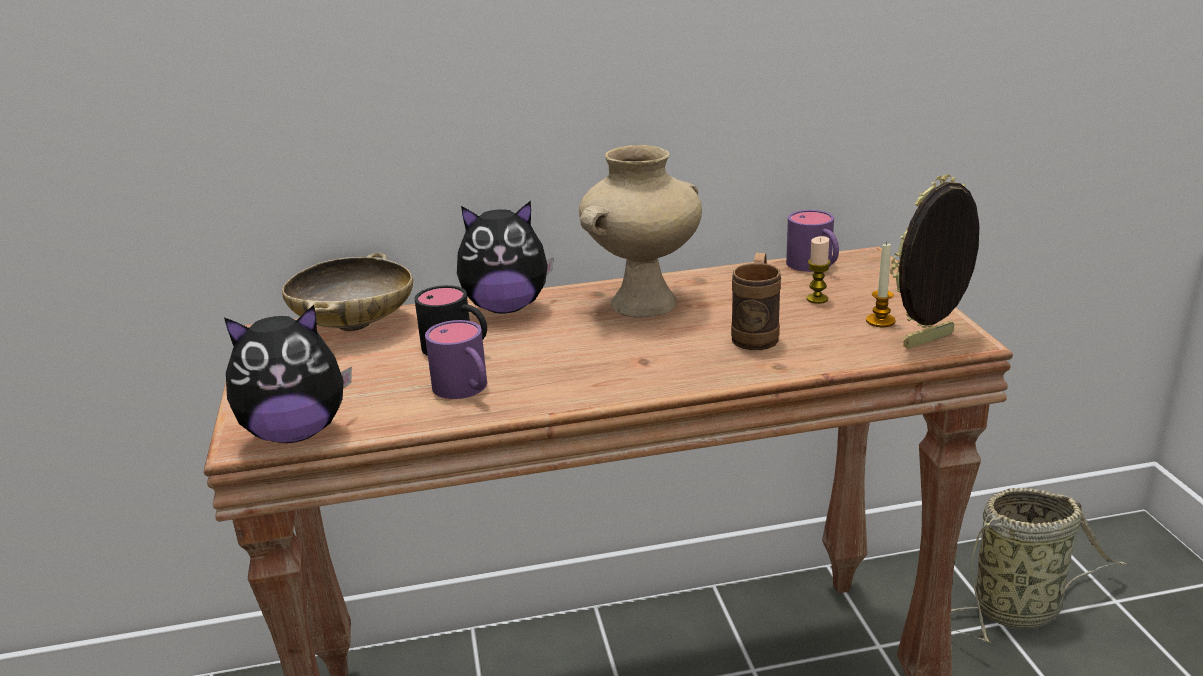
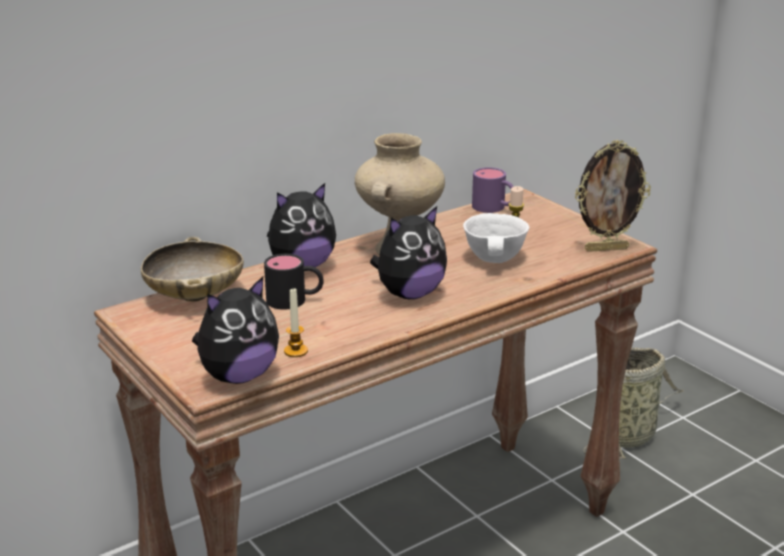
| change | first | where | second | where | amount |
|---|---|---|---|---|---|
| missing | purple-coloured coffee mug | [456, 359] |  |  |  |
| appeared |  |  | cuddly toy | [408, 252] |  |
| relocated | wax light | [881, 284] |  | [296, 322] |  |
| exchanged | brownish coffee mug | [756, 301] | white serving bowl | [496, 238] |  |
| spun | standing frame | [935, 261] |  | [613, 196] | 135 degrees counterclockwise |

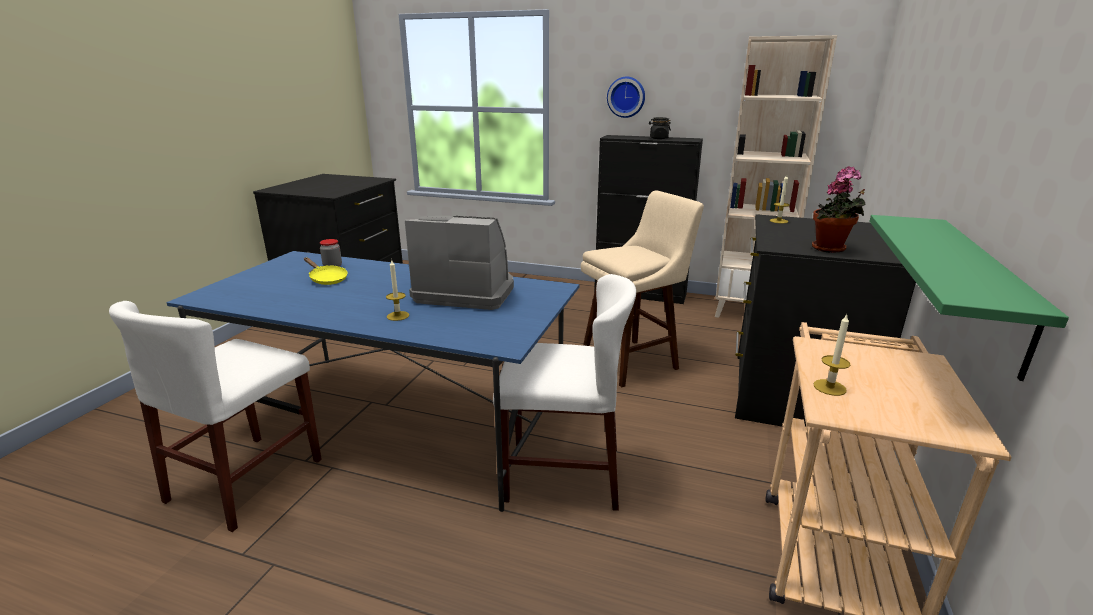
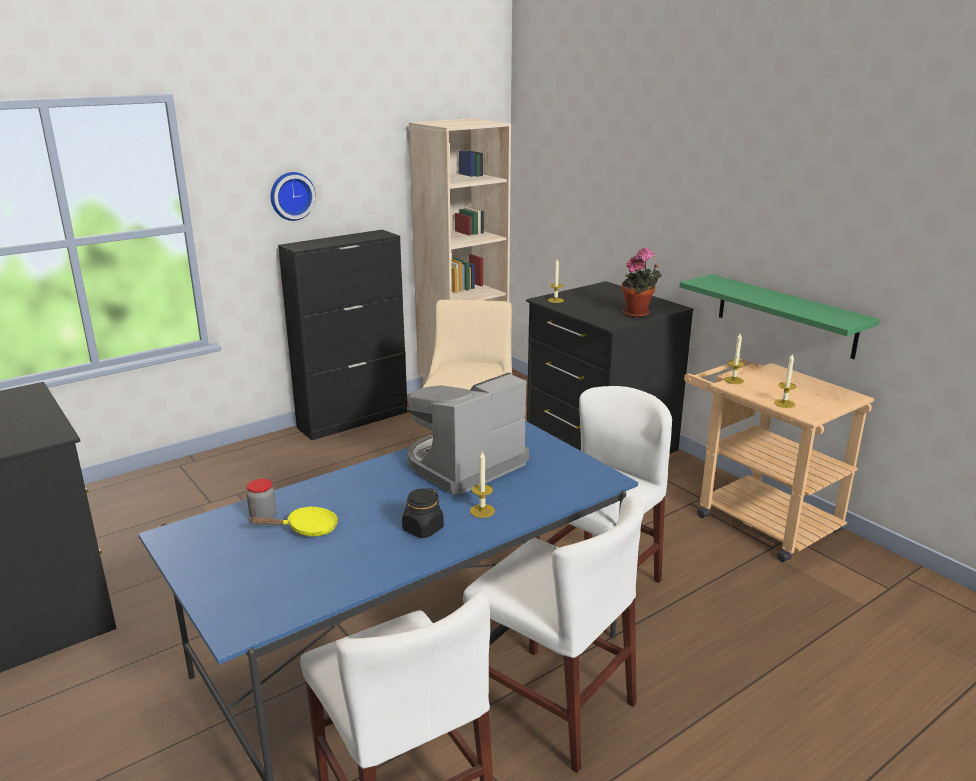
| change | first | where | second | where | amount |
|---|---|---|---|---|---|
| appeared |  |  | white chair | [553, 634] |  |
| appeared |  |  | wax light | [734, 358] |  |
| relocated | black preserve jar | [660, 128] |  | [423, 513] |  |

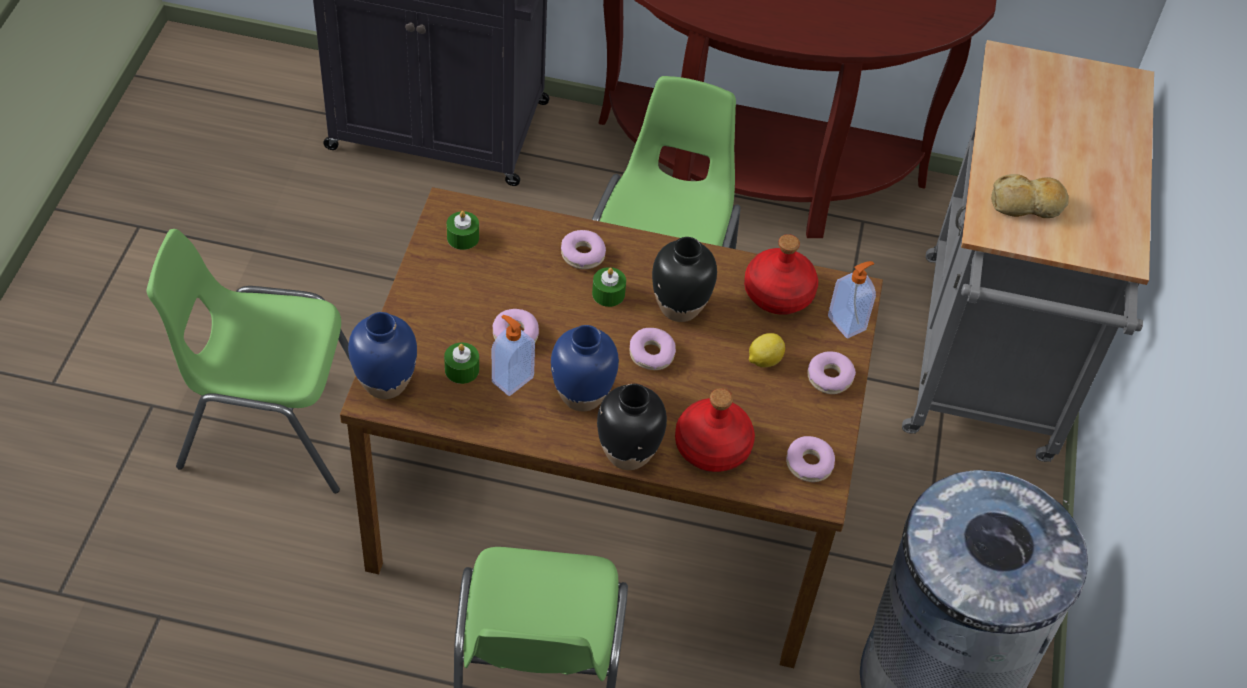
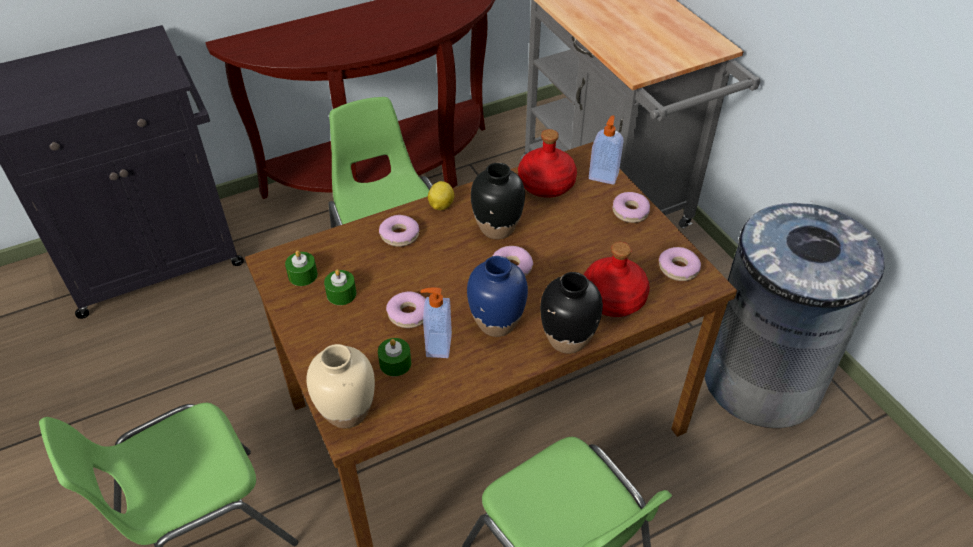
| change | first | where | second | where | amount |
|---|---|---|---|---|---|
| missing | bread | [1030, 196] |  |  |  |
| relocated | green-coloured wax light | [609, 287] |  | [340, 287] |  |
| relocated | lemon | [767, 350] |  | [441, 195] |  |
| colour | blue vase | [382, 355] | beige-coloured vase | [341, 386] |  |

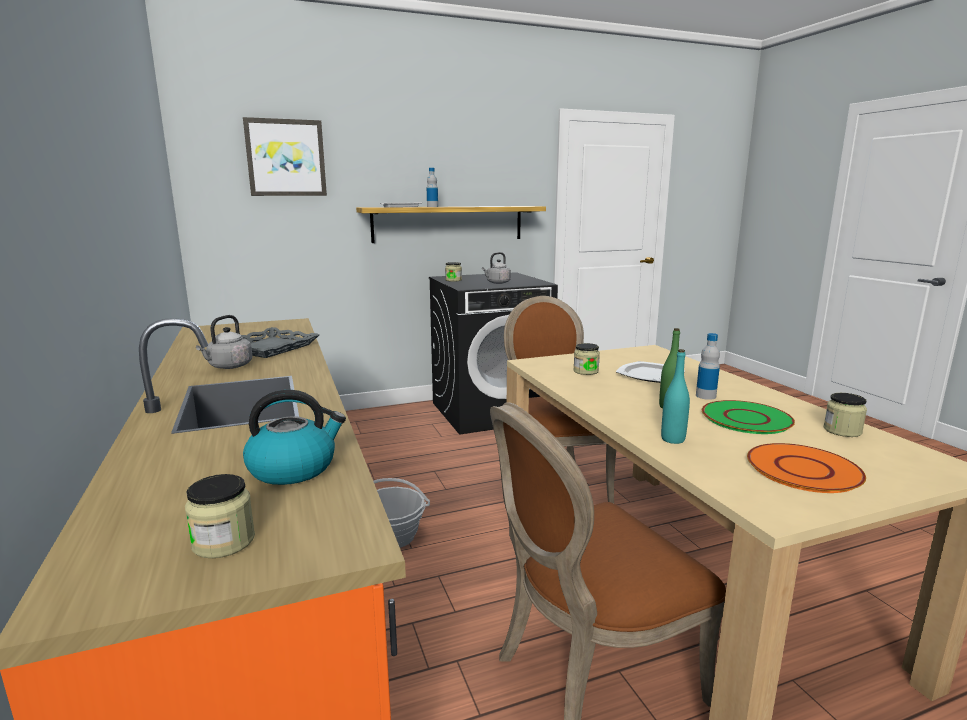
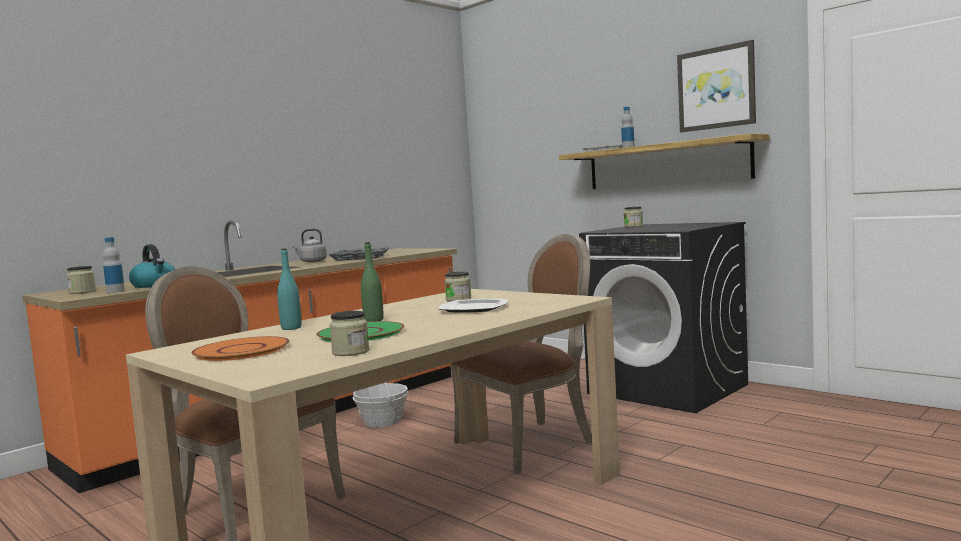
| change | first | where | second | where | amount |
|---|---|---|---|---|---|
| missing | greyish water kettle | [496, 268] |  |  |  |
| relocated | wall art | [285, 156] |  | [716, 86] |  |
| relocated | bottle | [708, 366] |  | [114, 265] |  |

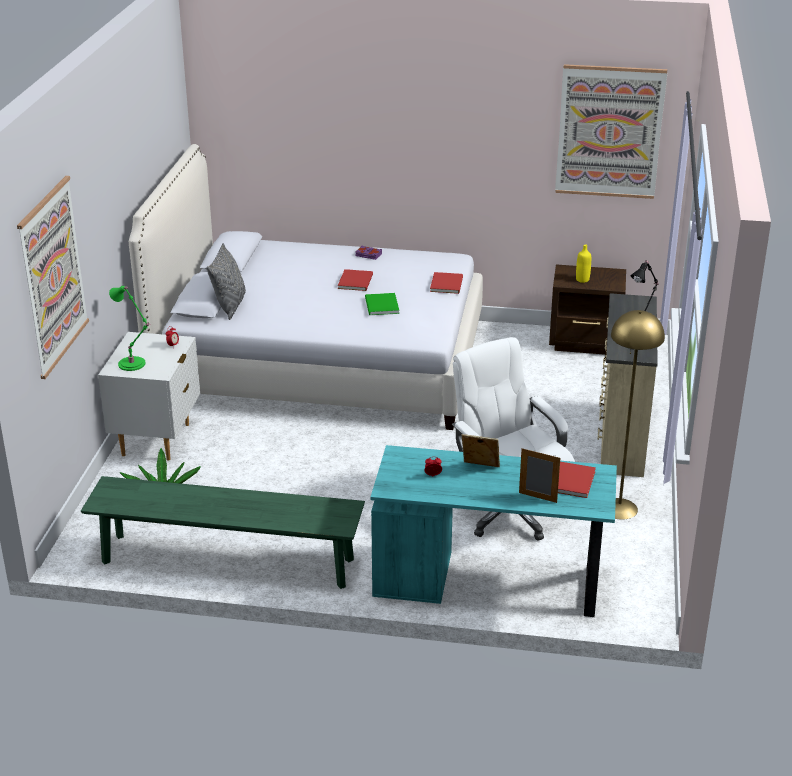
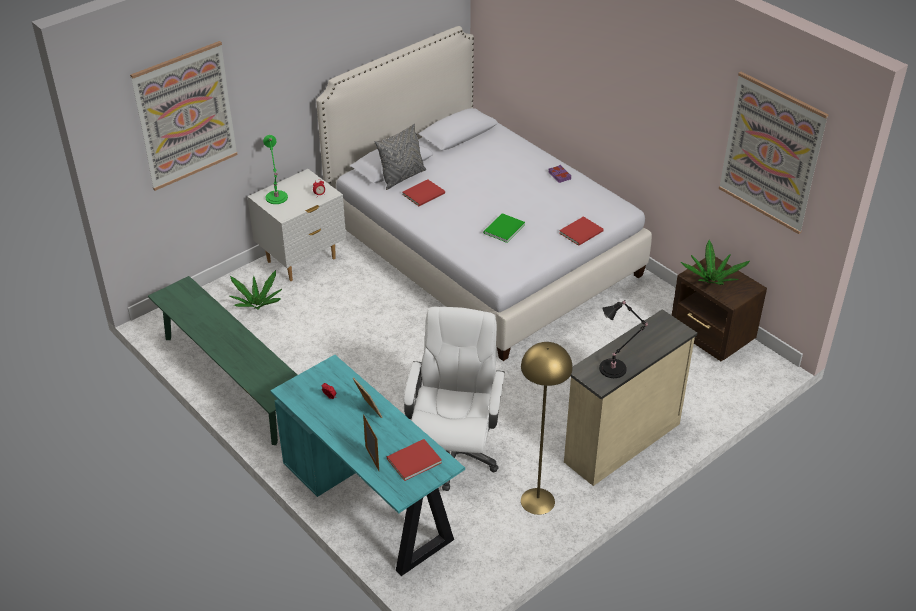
| change | first | where | second | where | amount |
|---|---|---|---|---|---|
| relocated | red volume | [355, 280] |  | [423, 192] |  |
| exchanged | yellow-coloured bottle | [583, 264] | plant in a pot | [715, 262] |  |

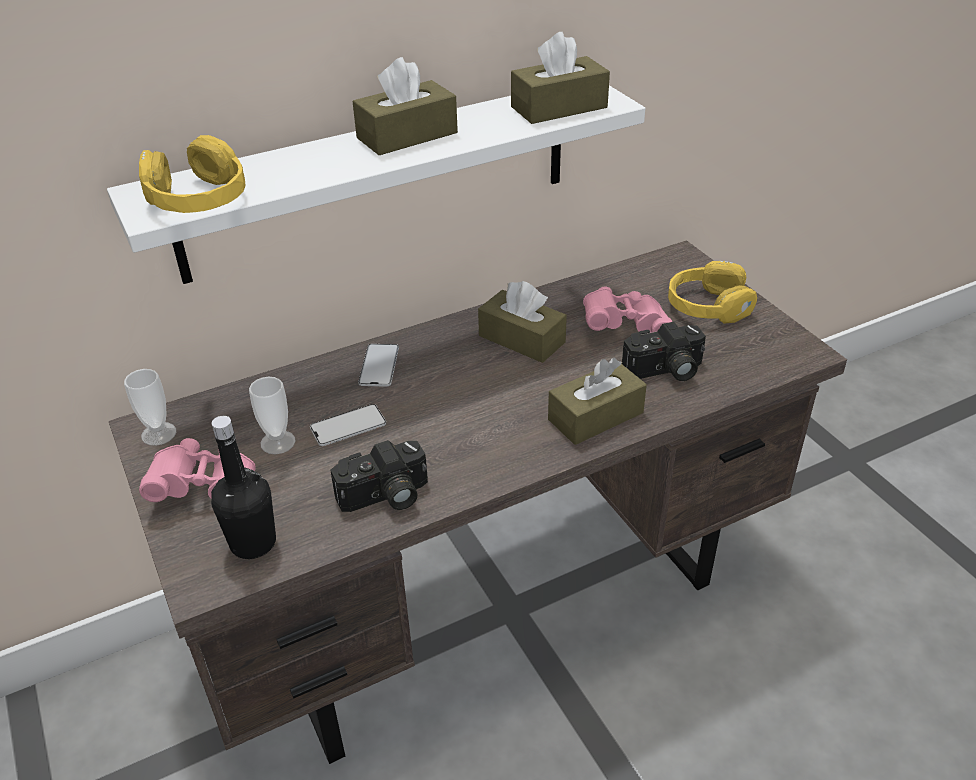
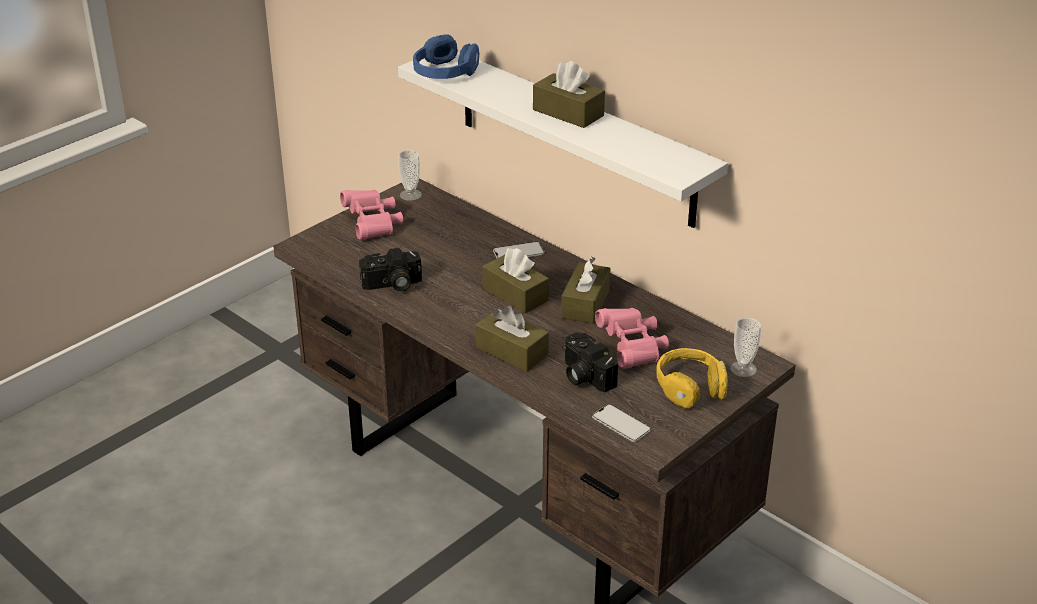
| change | first | where | second | where | amount |
|---|---|---|---|---|---|
| missing | black bottle | [243, 487] |  |  |  |
| relocated | small cup | [272, 415] |  | [745, 347] |  |
| relocated | phone | [348, 425] |  | [621, 423] |  |
| relocated | brownish tissue holder | [560, 78] |  | [515, 280] |  |
| colour | yellow-coloured pair of headphones | [192, 174] | blue pair of headphones | [446, 56] |  |
| spun | still camera | [379, 476] |  | [390, 270] | 60 degrees counterclockwise |

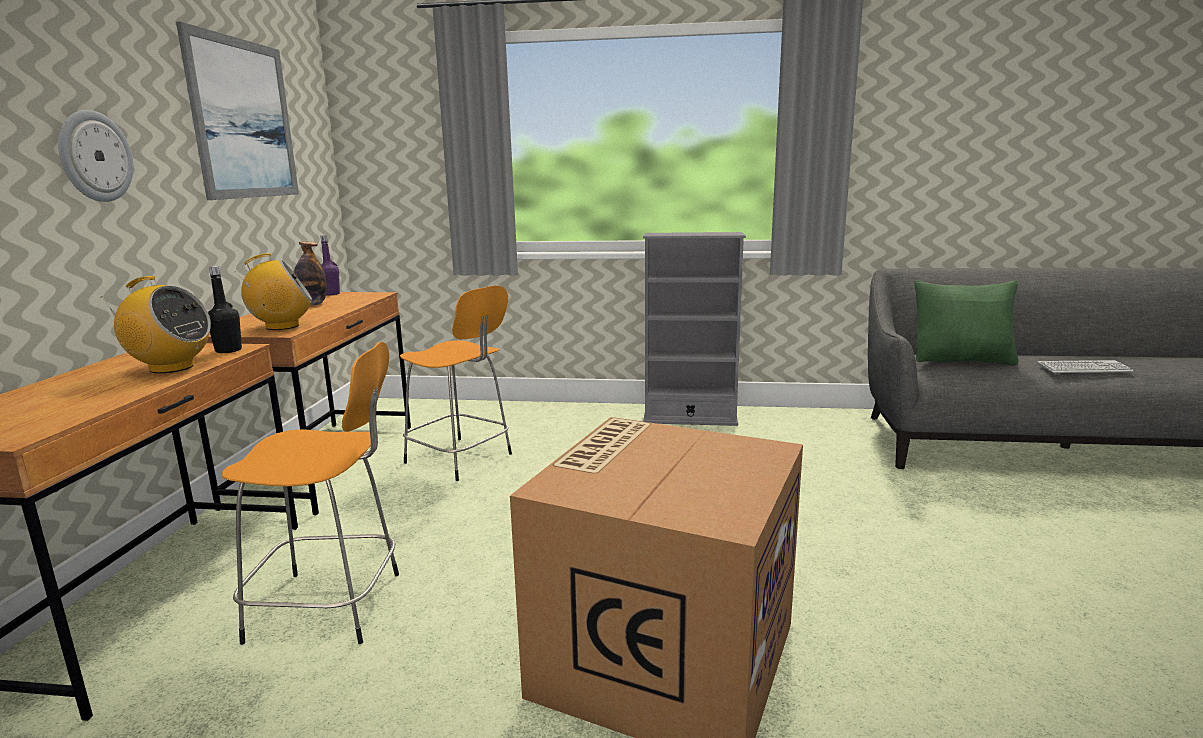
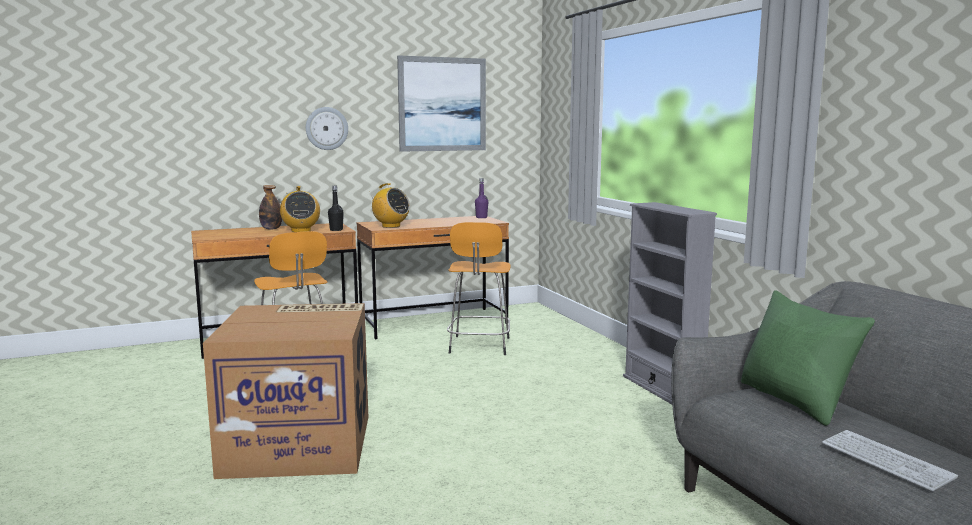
| change | first | where | second | where | amount |
|---|---|---|---|---|---|
| relocated | bottle | [310, 273] |  | [270, 207] |  |

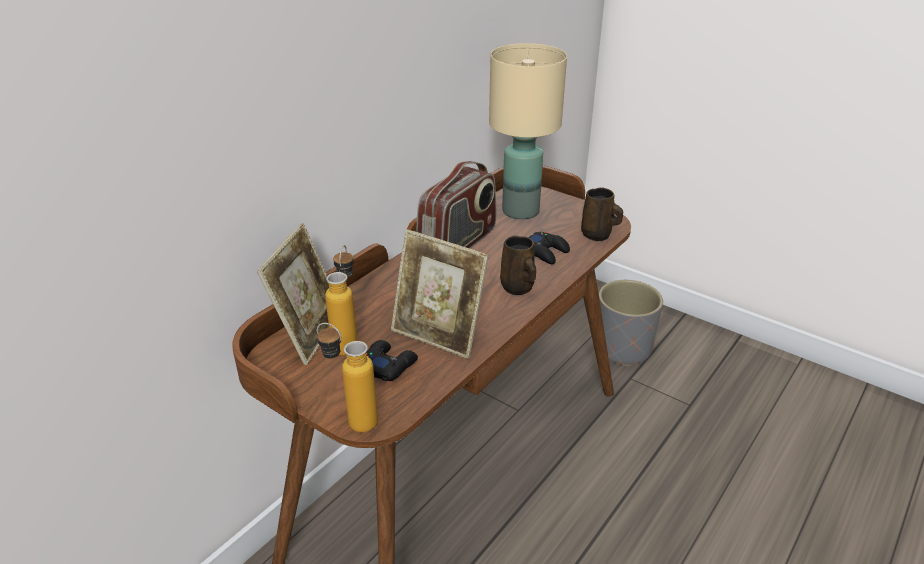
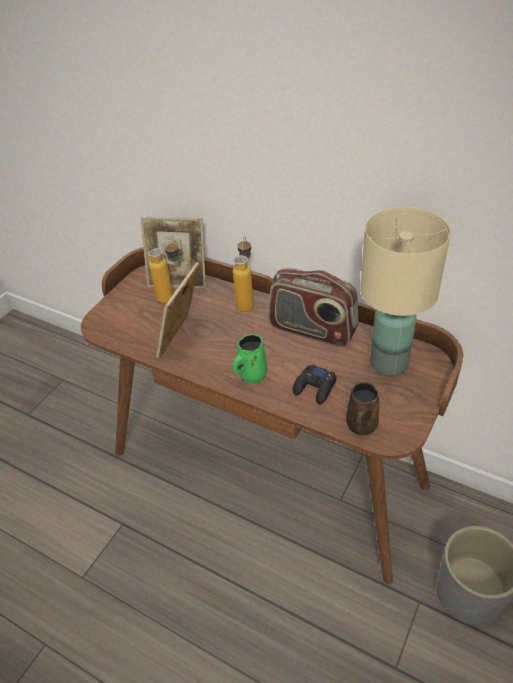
| change | first | where | second | where | amount |
|---|---|---|---|---|---|
| missing | black game controller | [392, 361] |  |  |  |
| relocated | bottle | [347, 378] |  | [243, 274] |  |
| colour | brownish coffee mug | [518, 265] | green-coloured coffee mug | [249, 358] |  |

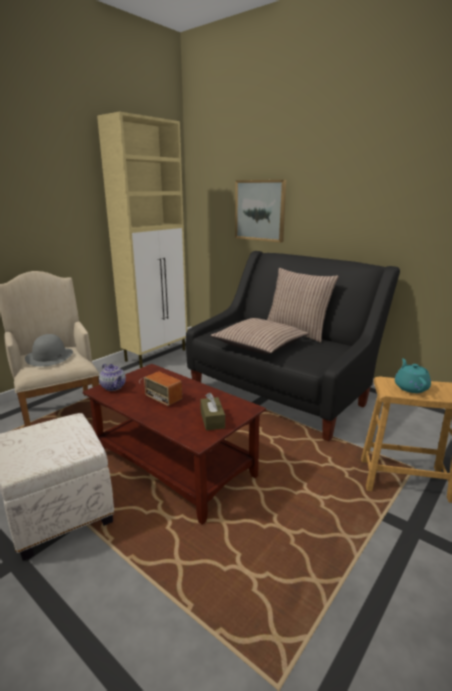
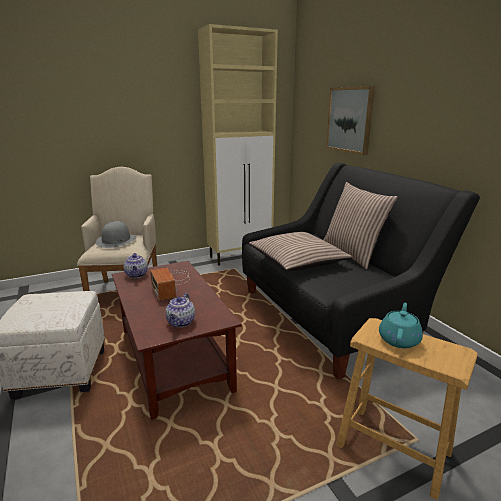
| change | first | where | second | where | amount |
|---|---|---|---|---|---|
| exchanged | brownish tissue holder | [212, 412] | tea pot | [180, 310] |  |

